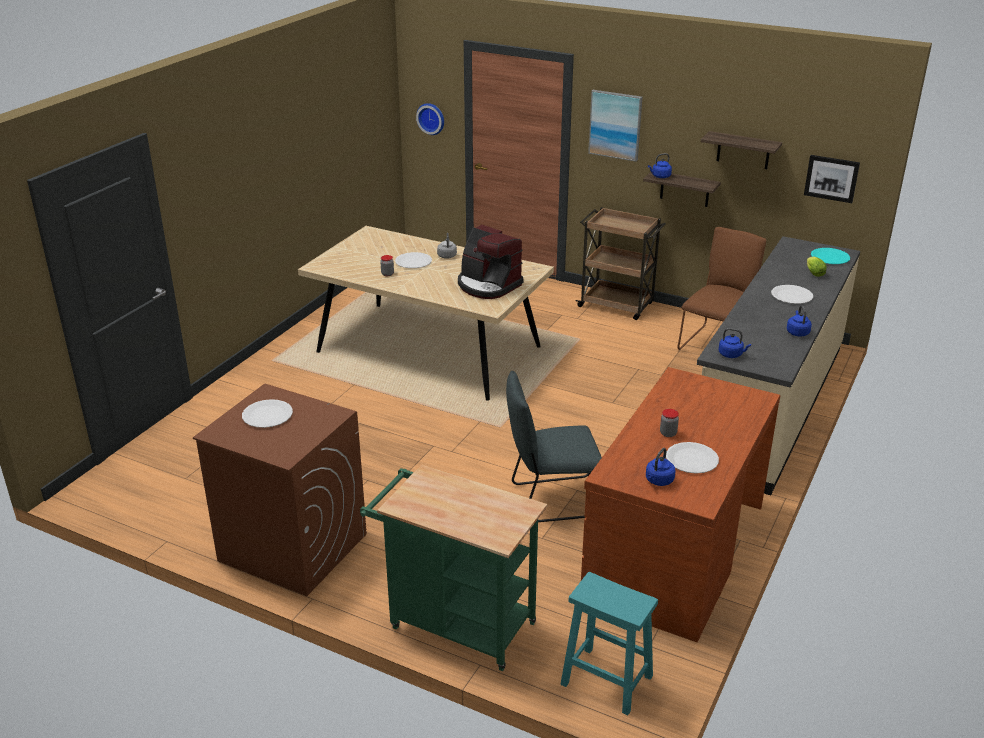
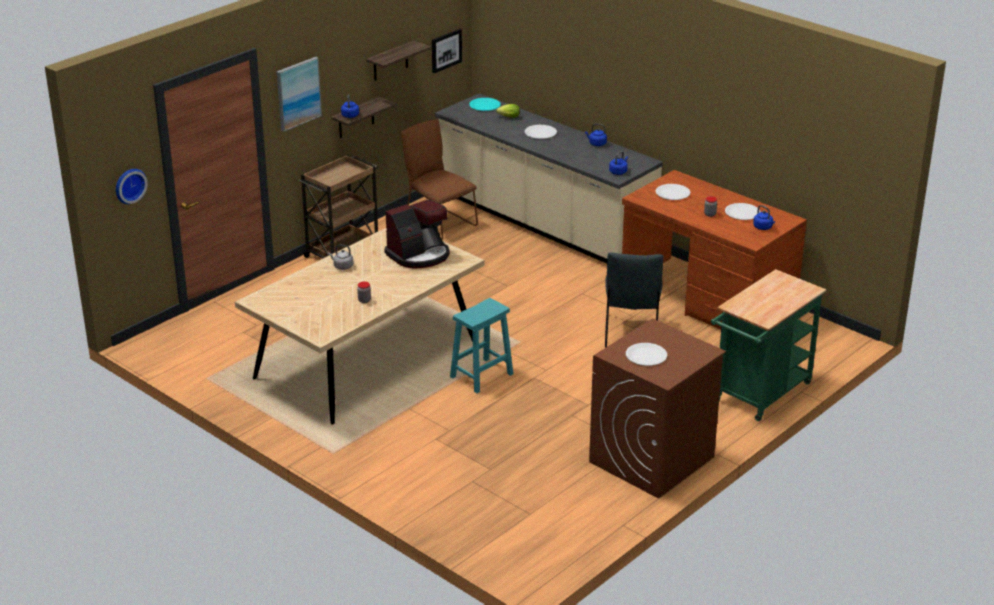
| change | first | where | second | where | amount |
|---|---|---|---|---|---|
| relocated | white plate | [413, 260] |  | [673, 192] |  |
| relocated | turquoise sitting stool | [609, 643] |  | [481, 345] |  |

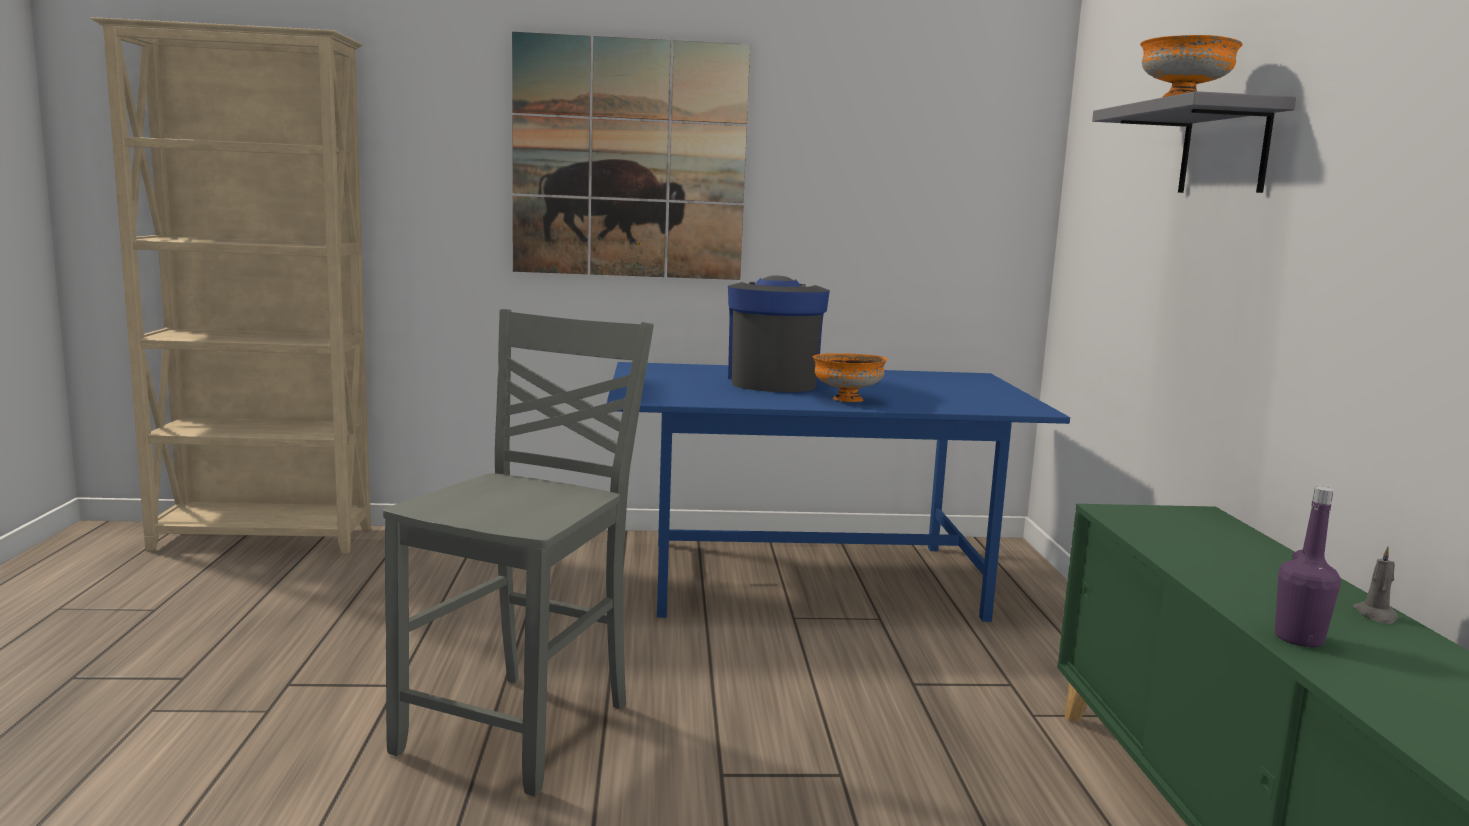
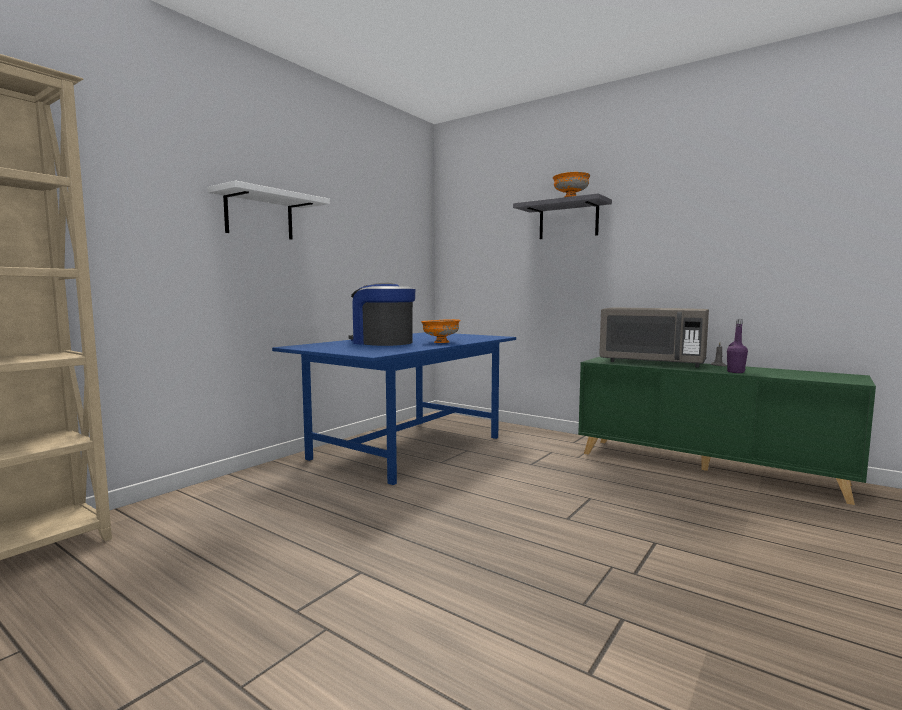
| change | first | where | second | where | amount |
|---|---|---|---|---|---|
| missing | greyish chair | [518, 553] |  |  |  |
| appeared |  |  | greyish microwave oven | [654, 337] |  |
| exchanged | wall art | [631, 156] | white wall shelf | [269, 210] |  |

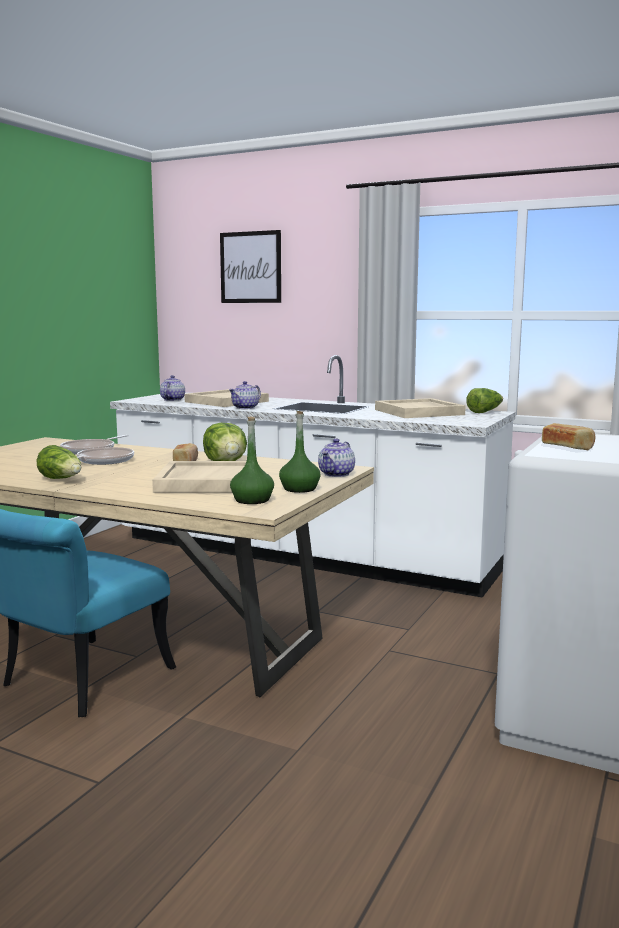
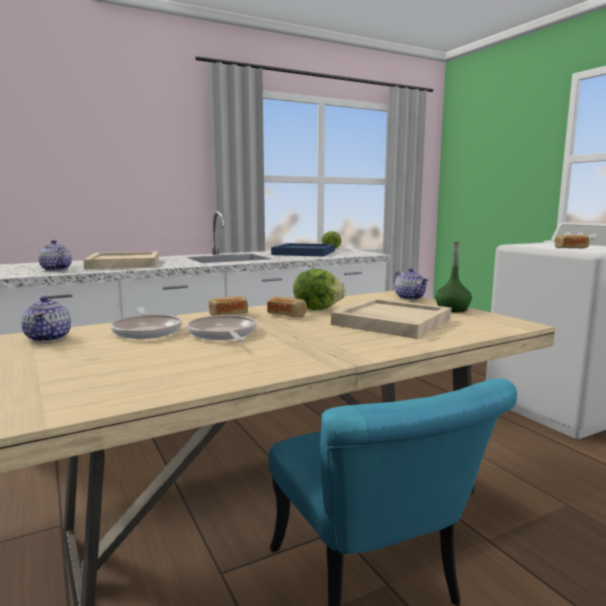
| change | first | where | second | where | amount |
|---|---|---|---|---|---|
| missing | lettuce head | [59, 462] |  |  |  |
| missing | wall art | [250, 266] |  |  |  |
| missing | green-coloured bottle | [252, 460] |  |  |  |
| appeared |  |  | bread | [228, 306] |  |
| relocated | tea pot | [245, 395] |  | [46, 319] |  |
| colour | beige-coloured carrying tray | [420, 408] | blue carrying tray | [303, 250] |  |

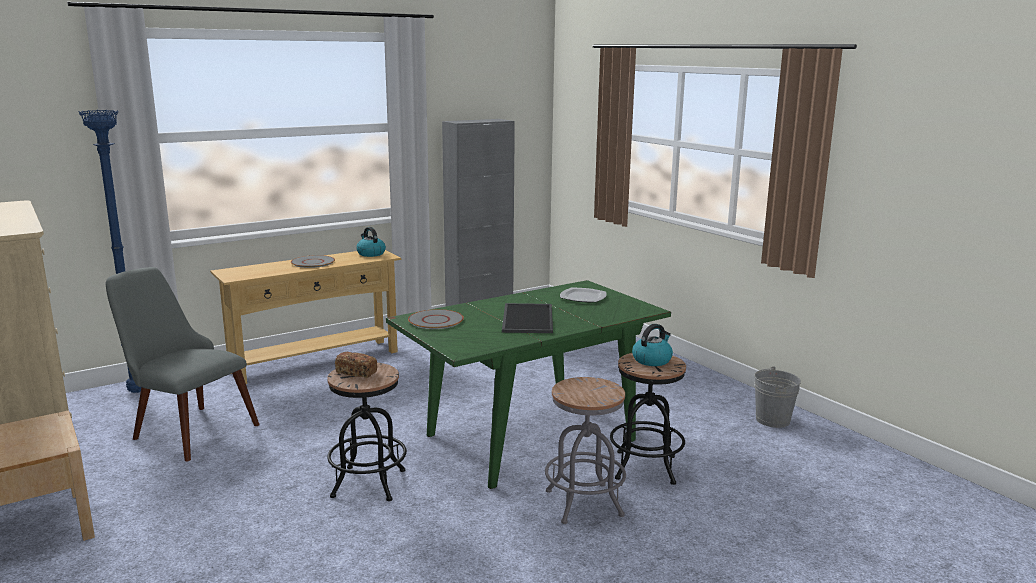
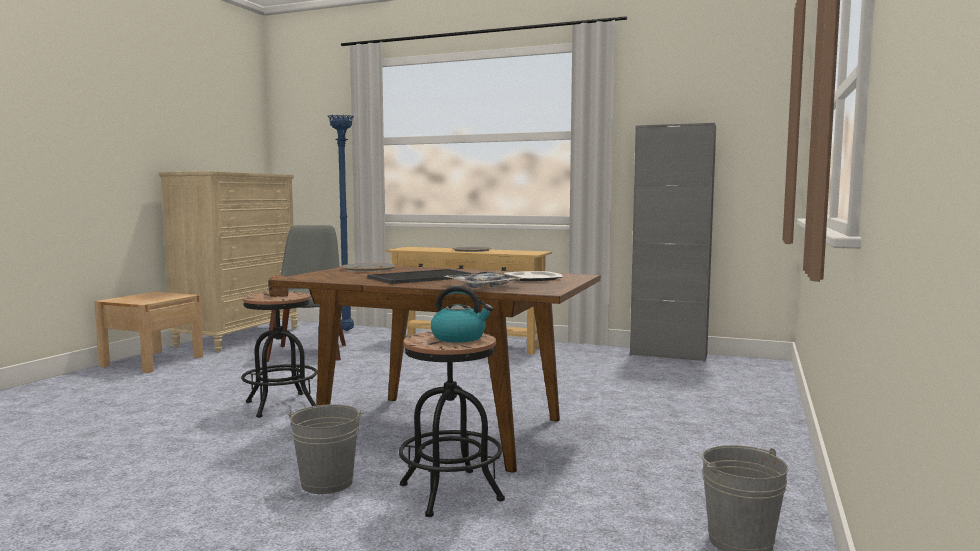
| change | first | where | second | where | amount |
|---|---|---|---|---|---|
| missing | water kettle | [371, 242] |  |  |  |
| appeared |  |  | carrying tray | [484, 280] |  |
| exchanged | greyish sitting stool | [585, 450] | greyish bucket | [325, 449] |  |
| colour | green-coloured dining table | [528, 384] | brownish dining table | [434, 369] |  |

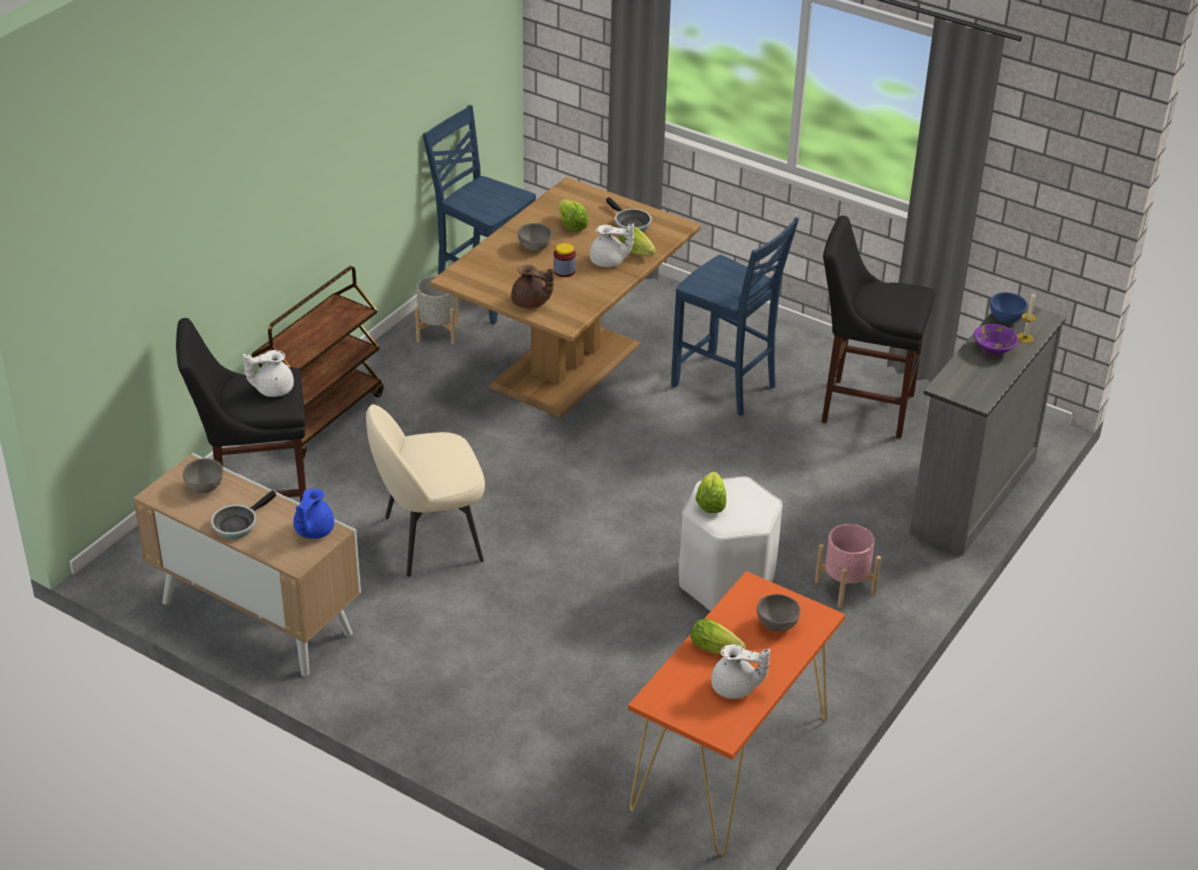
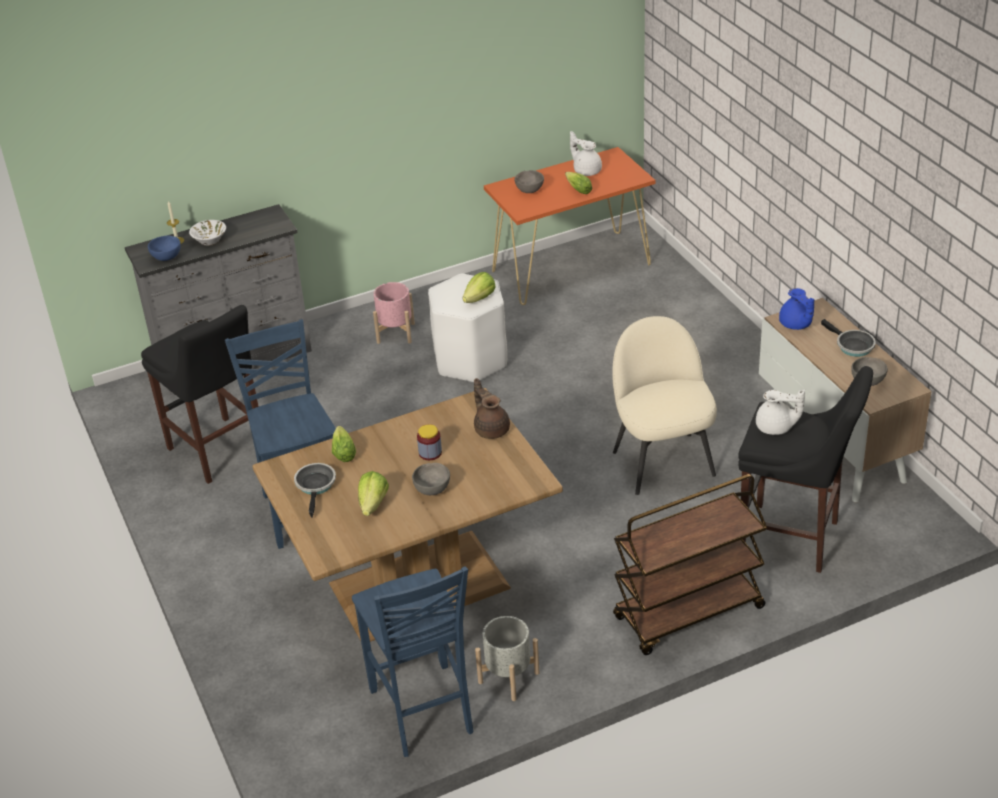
| change | first | where | second | where | amount |
|---|---|---|---|---|---|
| missing | white tea pot | [612, 245] |  |  |  |
| colour | purple-coloured serving bowl | [996, 340] | white serving bowl | [207, 233] |  |
| spun | pan | [243, 514] |  | [848, 338] | 75 degrees clockwise |
| spun | blue tea pot | [313, 513] |  | [796, 309] | 105 degrees clockwise |
| spun | beige-coloured chair | [425, 490] |  | [664, 405] | 120 degrees counterclockwise |

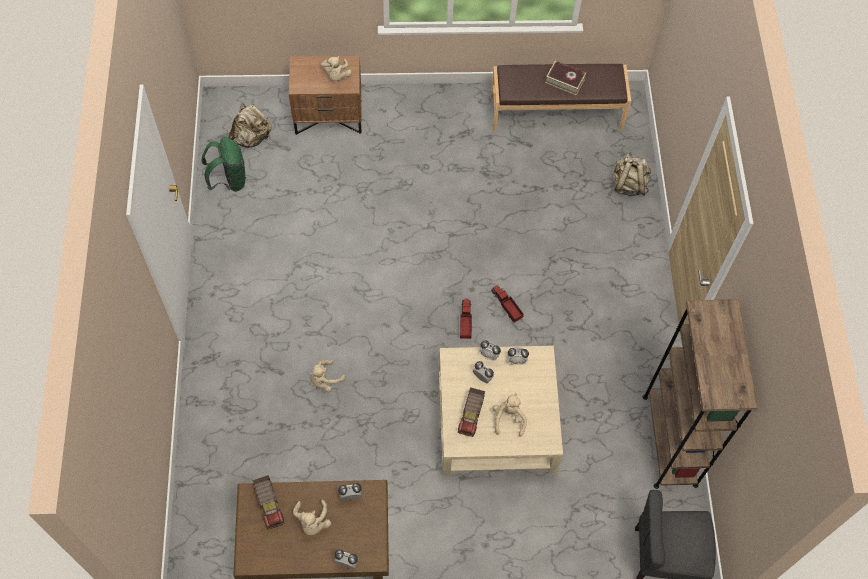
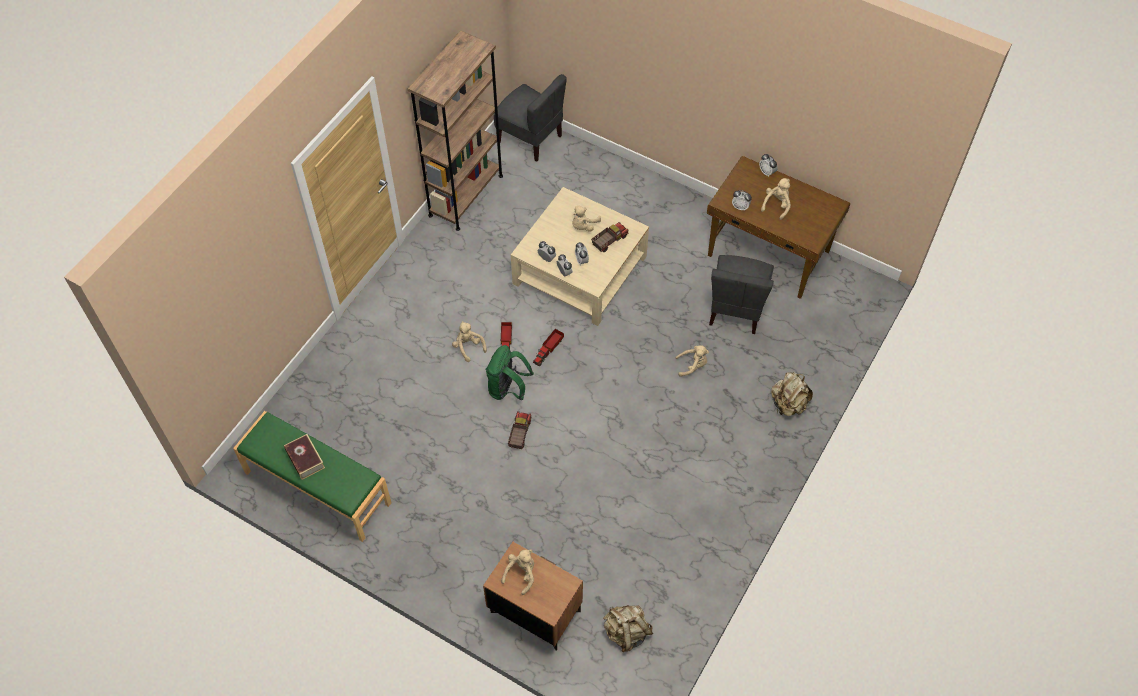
| change | first | where | second | where | amount |
|---|---|---|---|---|---|
| appeared |  |  | beige-coloured cuddly toy | [469, 341] |  |
| appeared |  |  | greyish chair | [741, 294] |  |
| relocated | green-coloured rucksack | [224, 164] |  | [510, 372] |  |
| relocated | model truck | [269, 502] |  | [520, 430] |  |
| relocated | beige-coloured rucksack | [632, 174] |  | [792, 394] |  |
| colour | brownish bench | [560, 98] | green-coloured bench | [312, 476] |  |

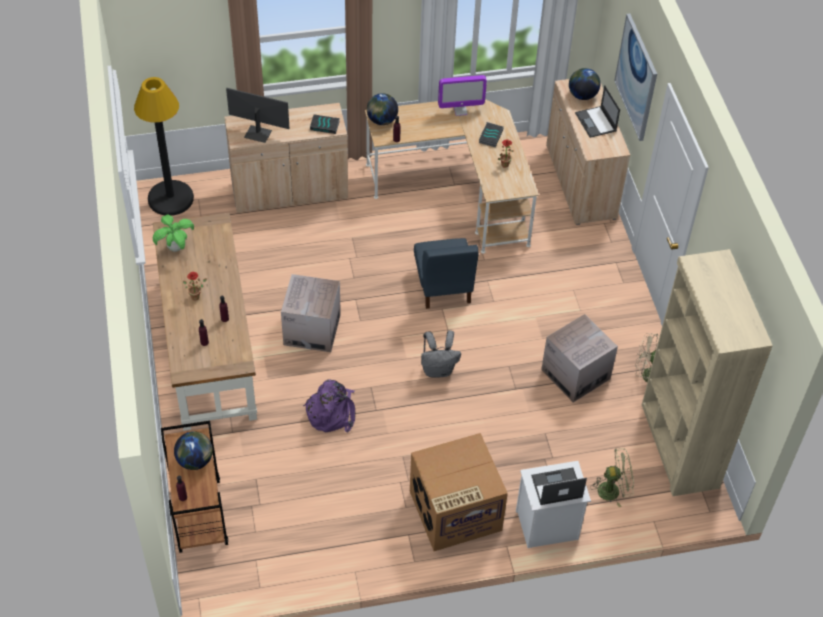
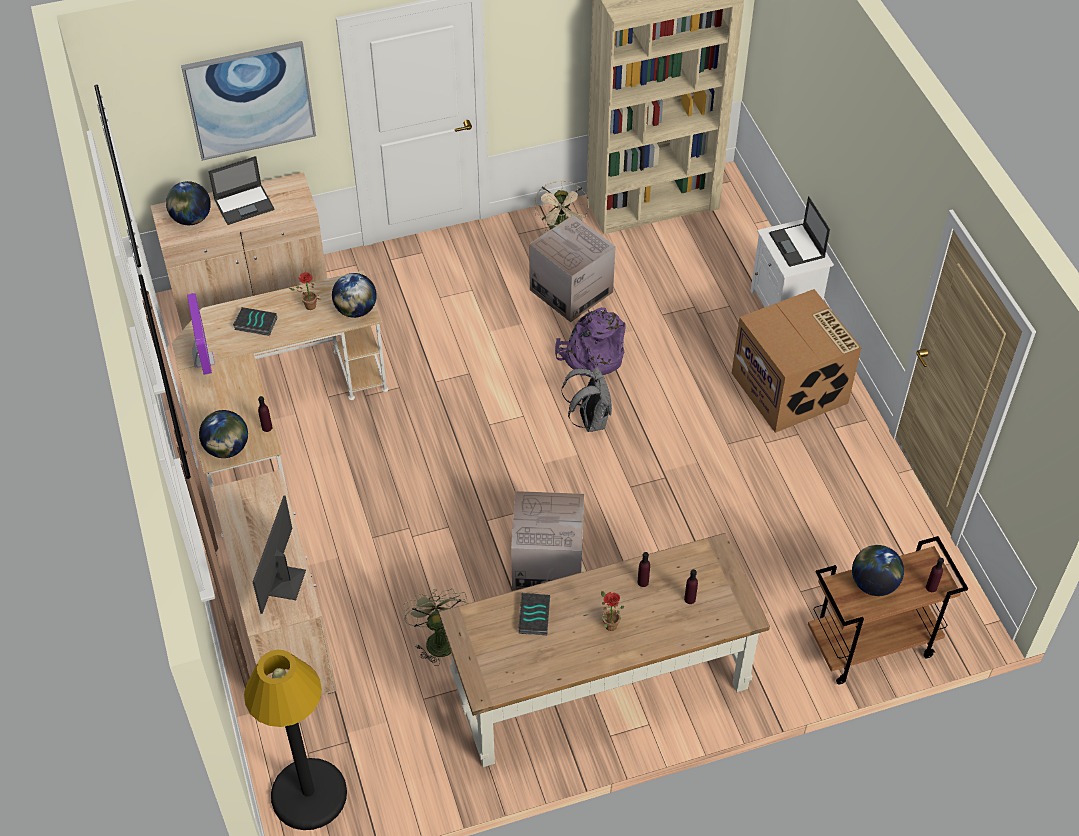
| change | first | where | second | where | amount |
|---|---|---|---|---|---|
| missing | plant in a pot | [173, 233] |  |  |  |
| missing | blue chair | [446, 273] |  |  |  |
| appeared |  |  | globe | [354, 295] |  |
| relocated | purple-coloured rucksack | [329, 405] |  | [590, 342] |  |
| relocated | volume | [325, 124] |  | [534, 614] |  |
| relocated | green-coloured fan | [612, 477] |  | [436, 627] |  |

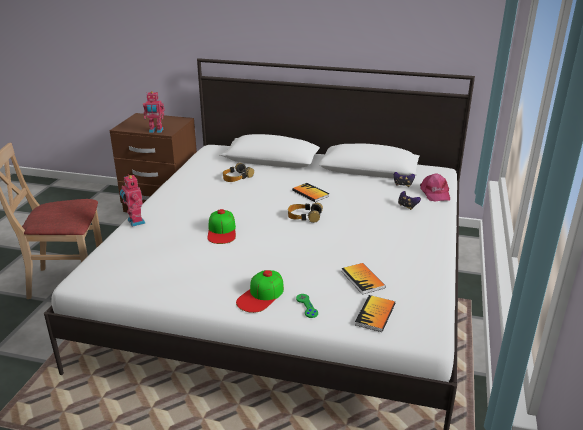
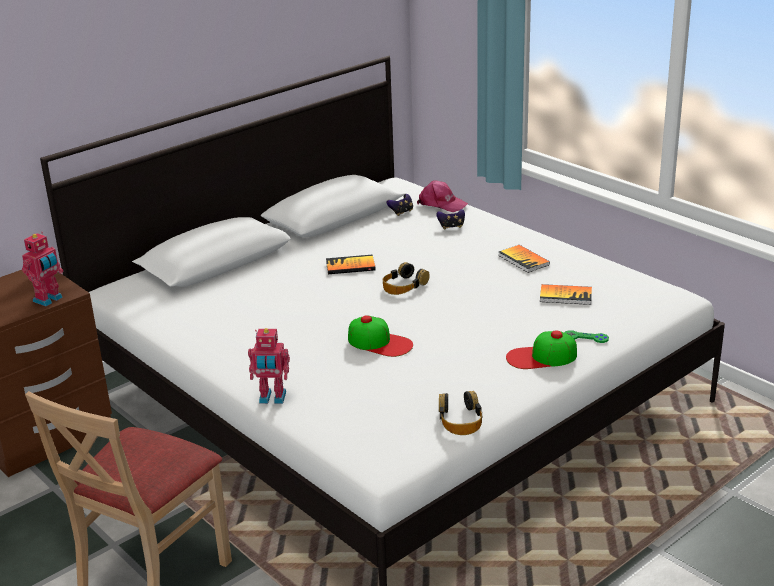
| change | first | where | second | where | amount |
|---|---|---|---|---|---|
| relocated | pair of headphones | [238, 172] |  | [461, 413] |  |
| relocated | volume | [375, 313] |  | [524, 259] |  |
| spun | cap | [260, 291] |  | [541, 350] | 105 degrees clockwise |

